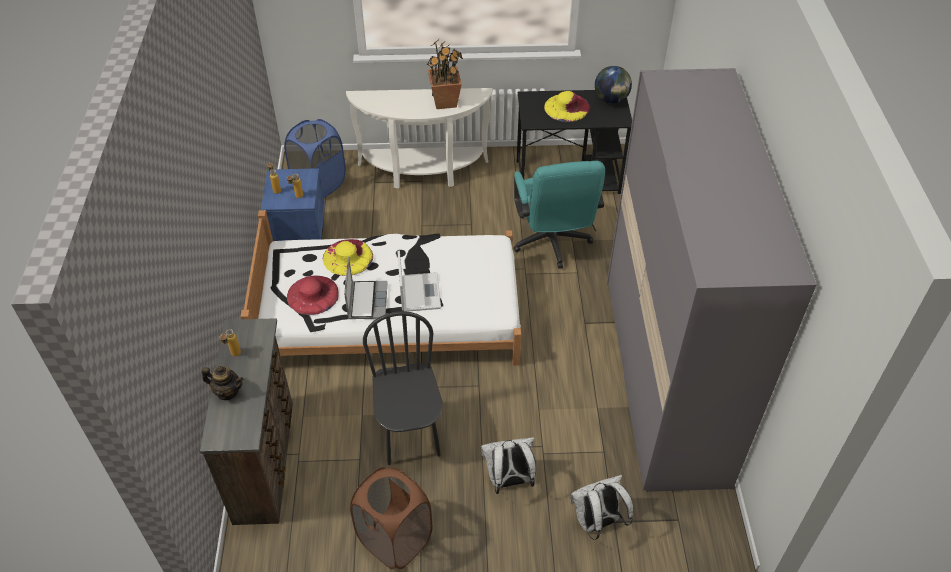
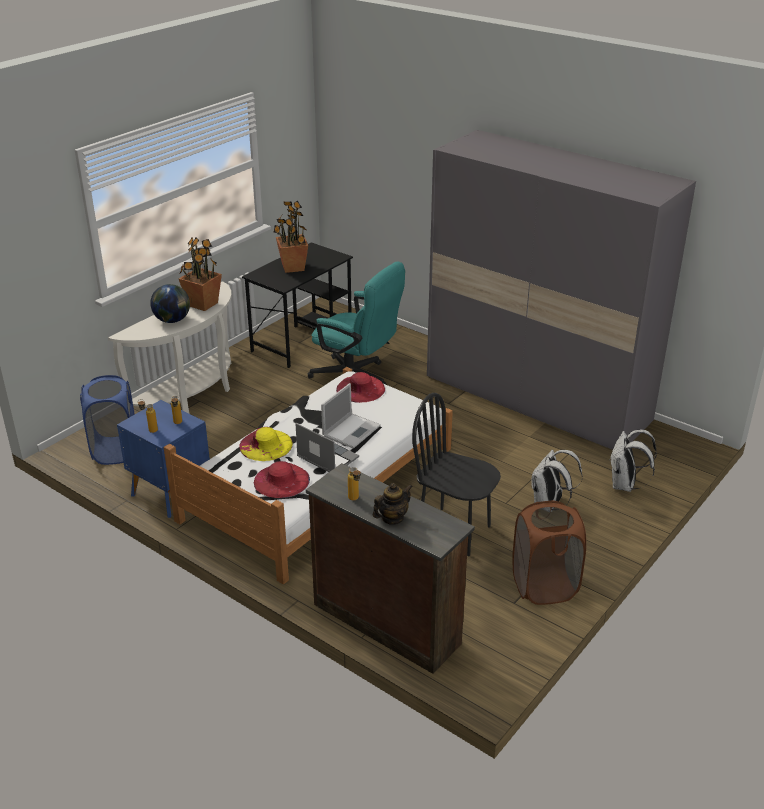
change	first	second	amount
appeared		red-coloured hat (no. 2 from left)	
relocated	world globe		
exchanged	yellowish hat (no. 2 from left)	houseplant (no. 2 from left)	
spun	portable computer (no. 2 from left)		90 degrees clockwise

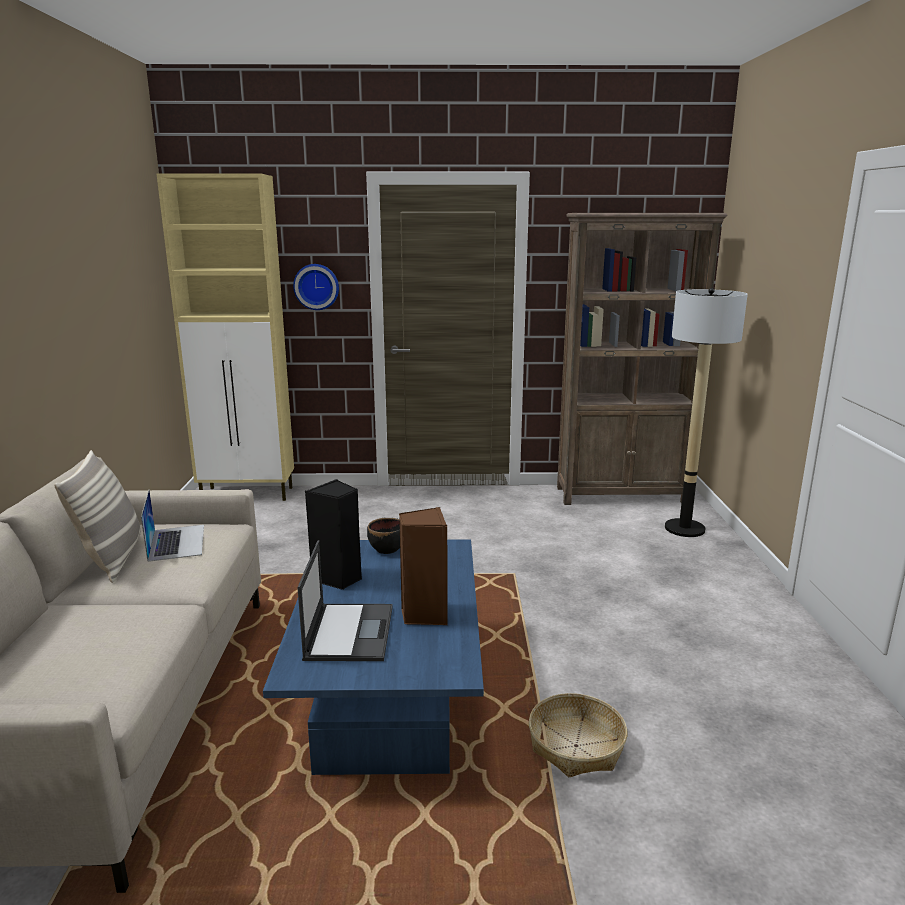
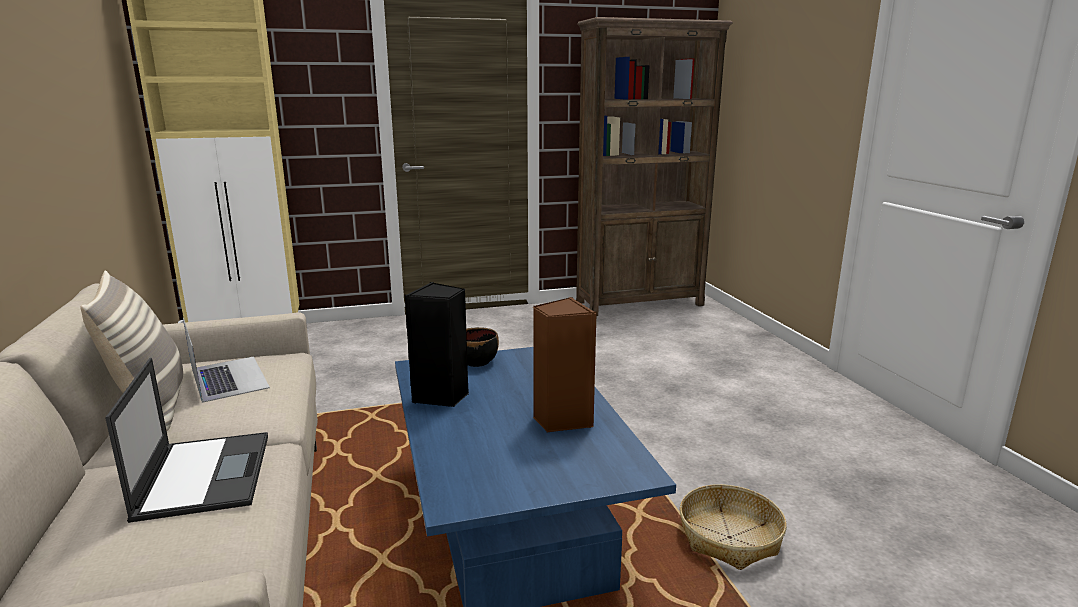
change	first	second	amount
missing	clock on the wall		
missing	standing lamp		
relocated	portable computer (no. 2 from left in the first image)	portable computer (no. 1 from left)	

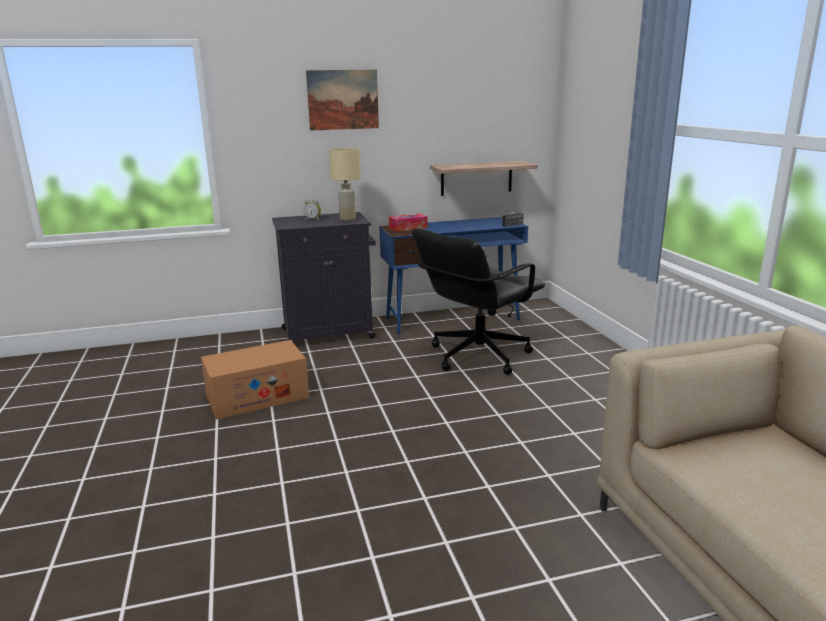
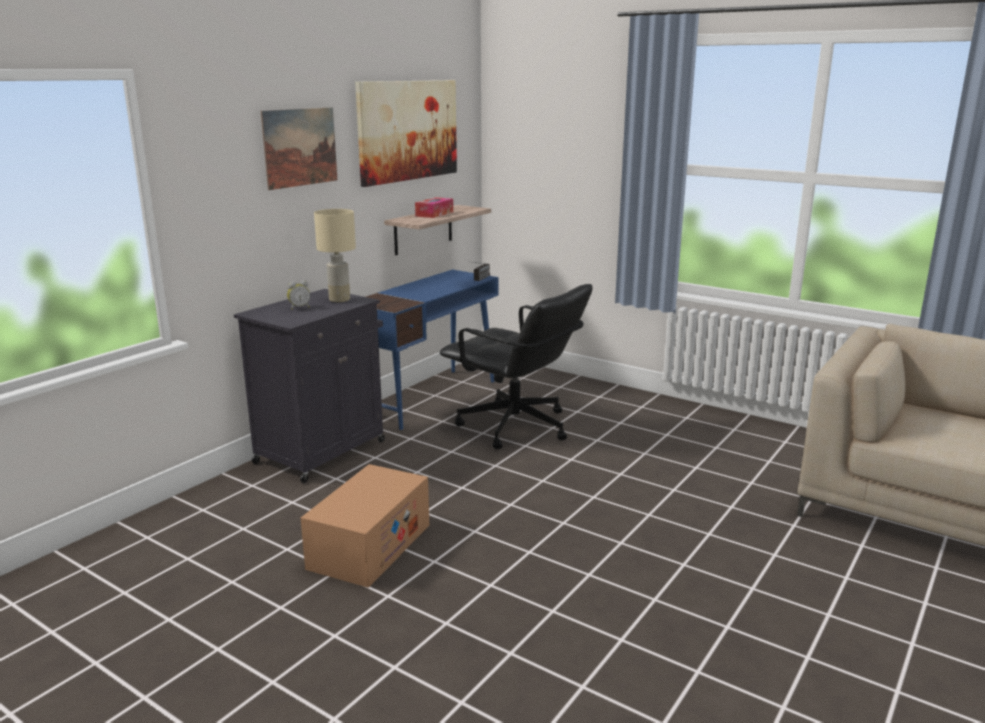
change	first	second	amount
appeared		wall picture (no. 2 from left)	
relocated	tissue box		
spun	blackish computer chair		60 degrees counterclockwise

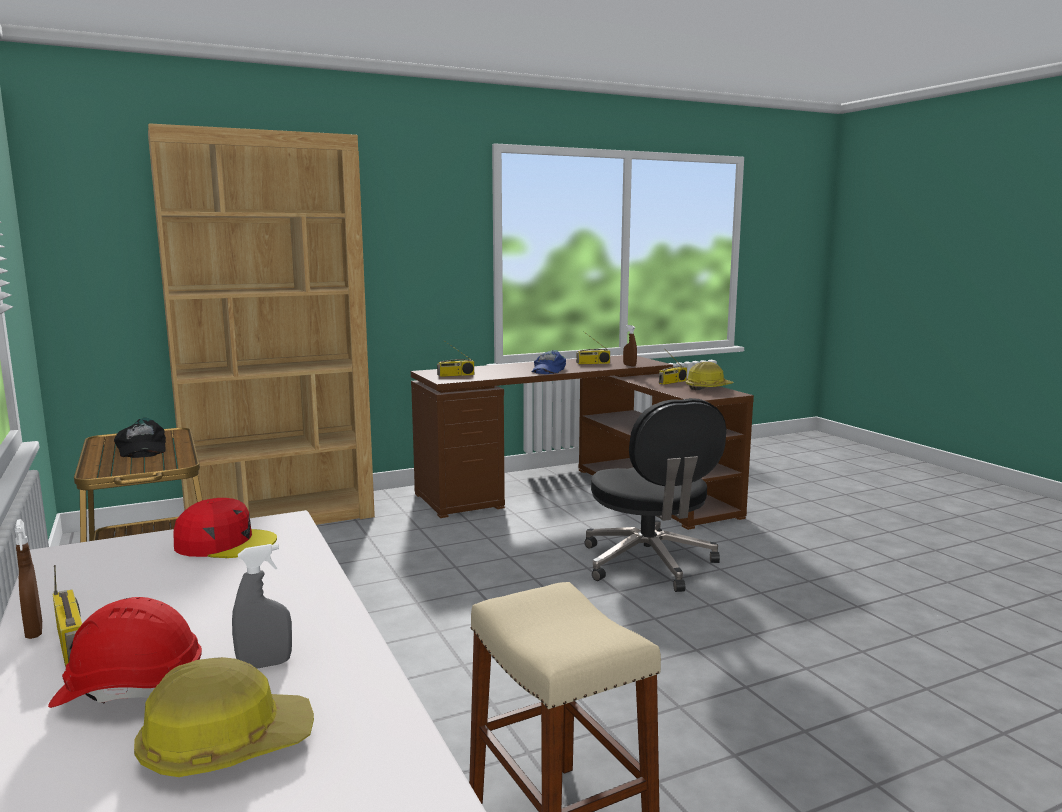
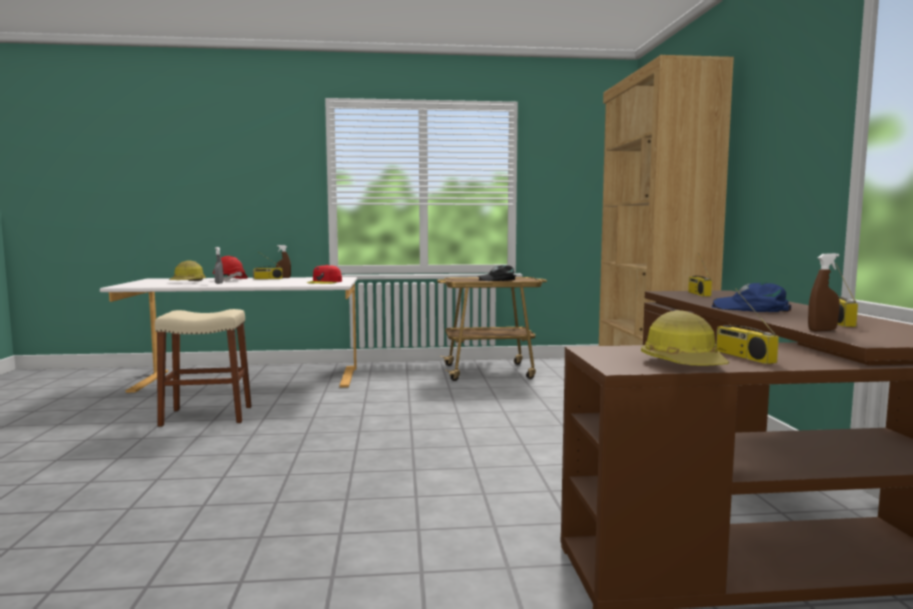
change	first	second	amount
missing	blackish computer chair		

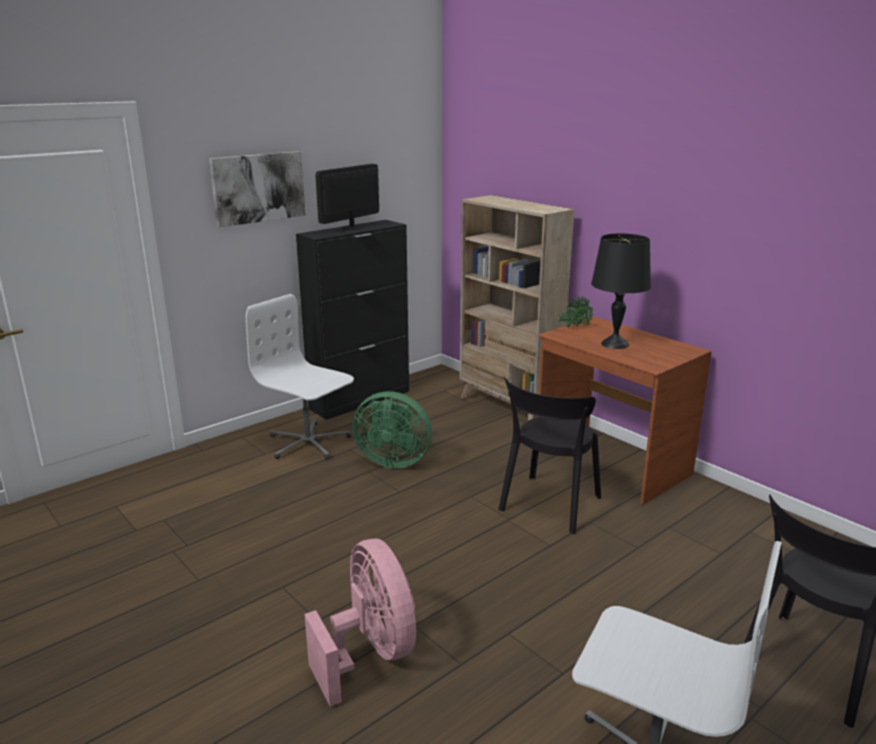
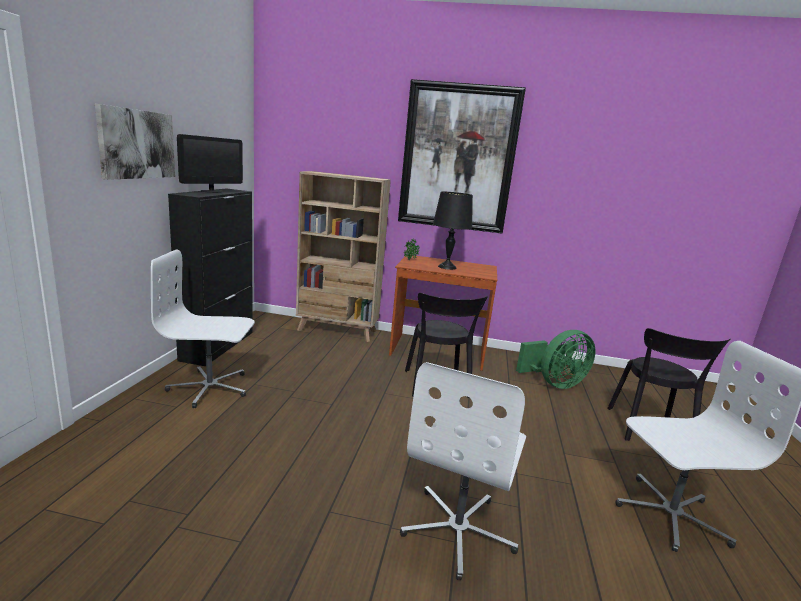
change	first	second	amount
appeared		wall picture (no. 2 from left)	
relocated	greenish electric fan		
exchanged	pink-coloured electric fan	white computer chair (no. 2 from left)	
spun	computer screen		150 degrees counterclockwise

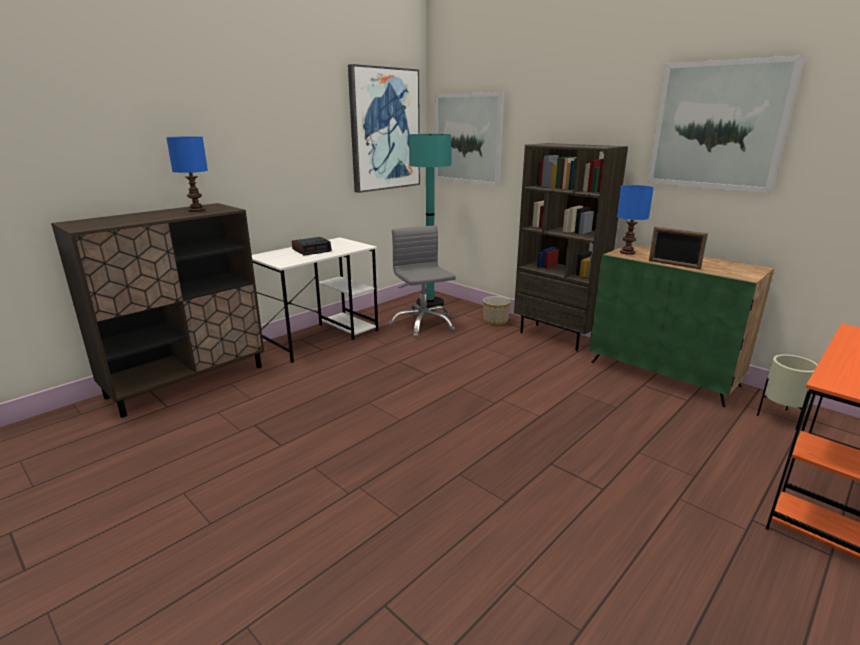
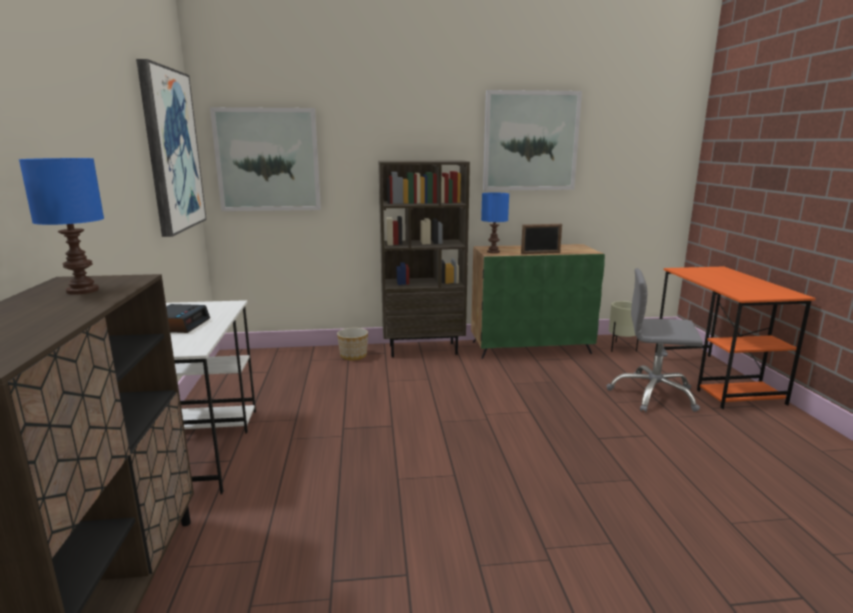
change	first	second	amount
missing	blue-green standing lamp		
relocated	gray computer chair		

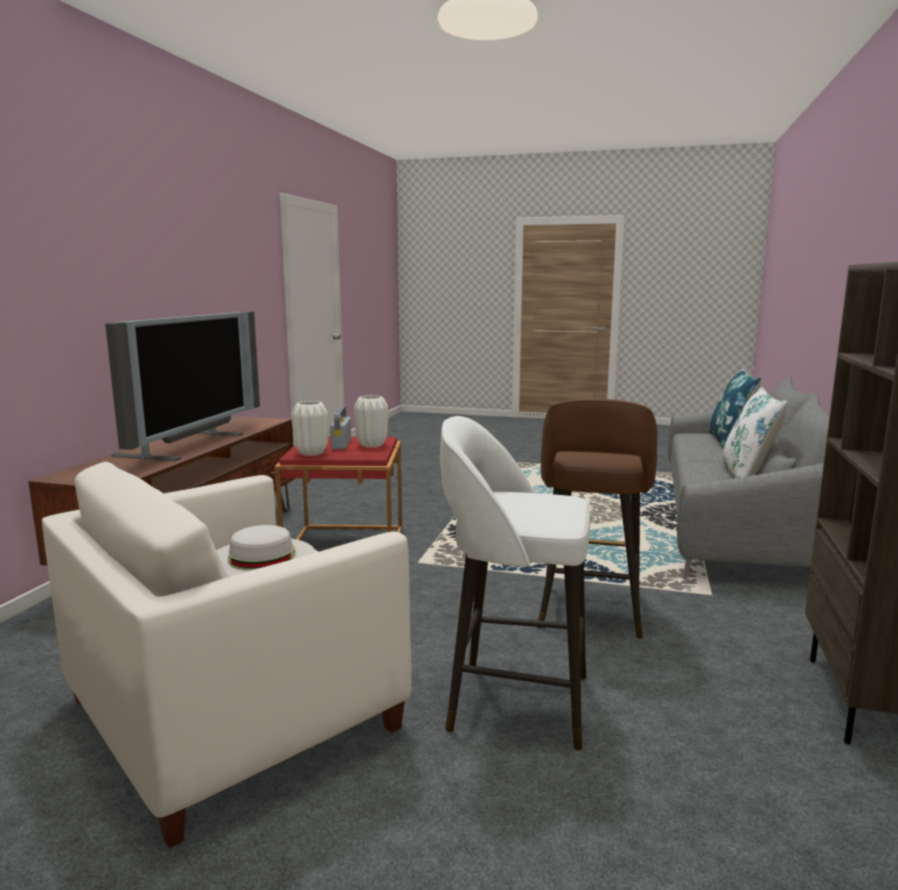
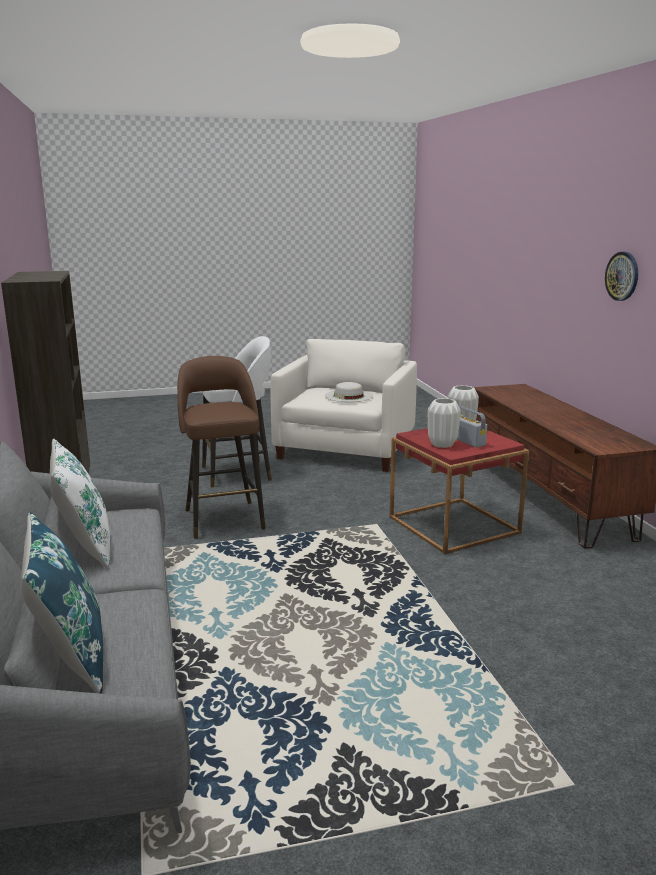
change	first	second	amount
missing	television		
appeared		clock on the wall	

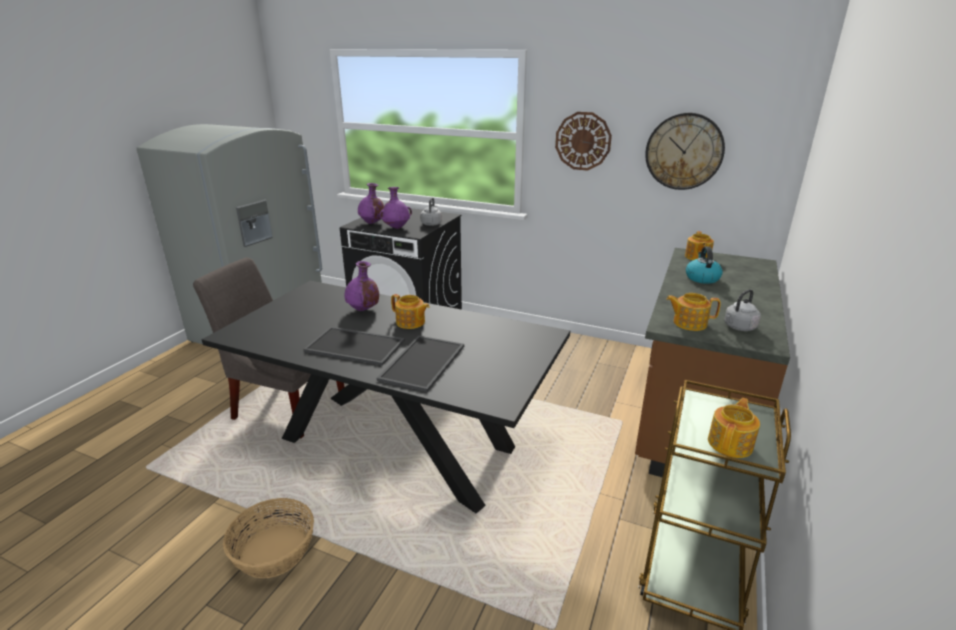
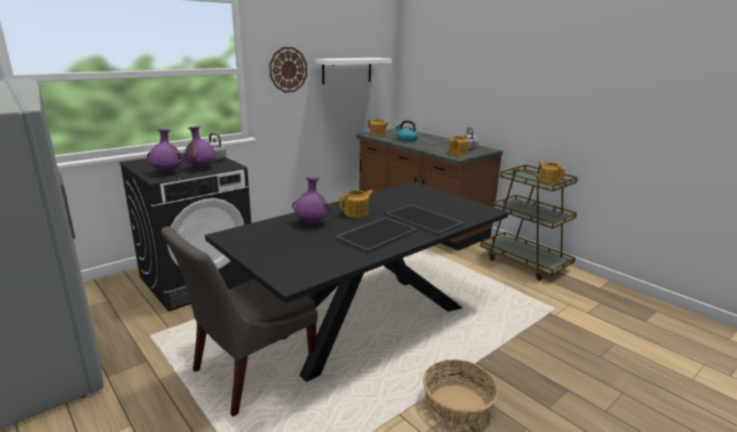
change	first	second	amount
exchanged	clock on the wall (no. 2 from left)	white bracket shelf	

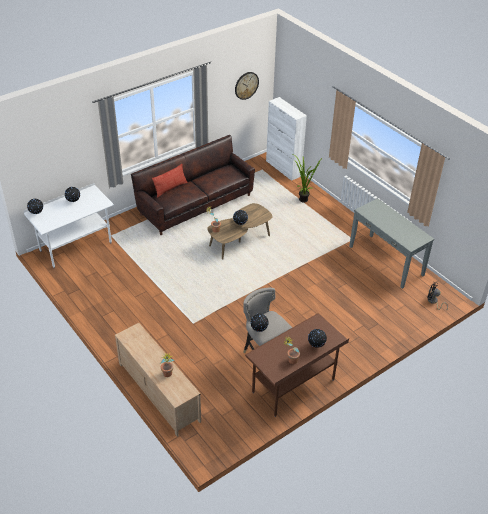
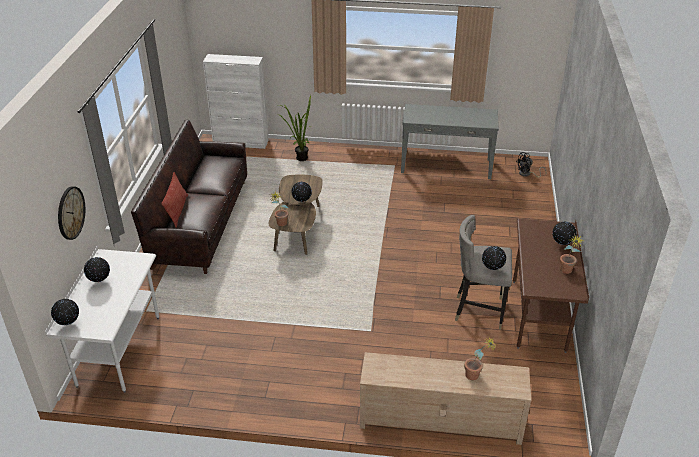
change	first	second	amount
relocated	clock on the wall		

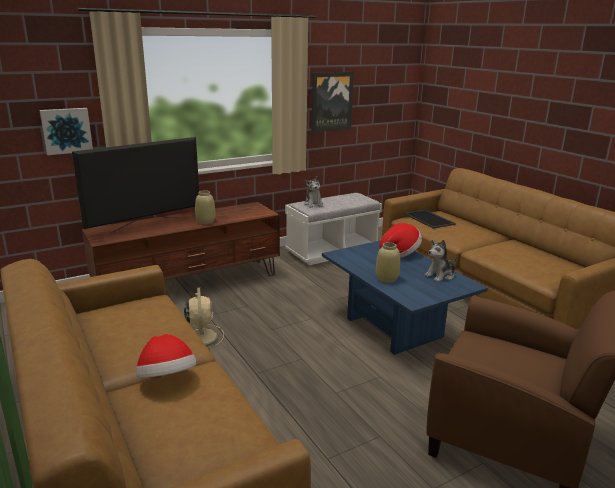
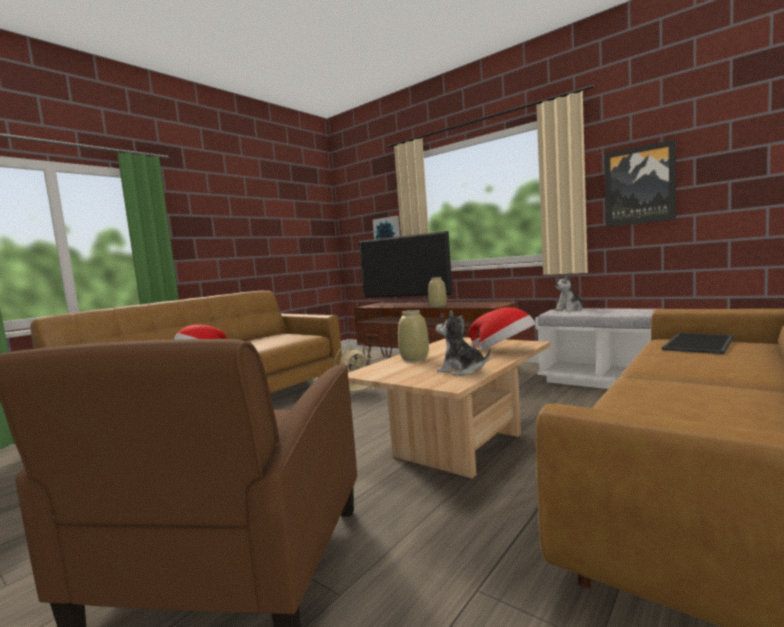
change	first	second	amount
colour	blue-coloured coffee table	beige coffee table	

